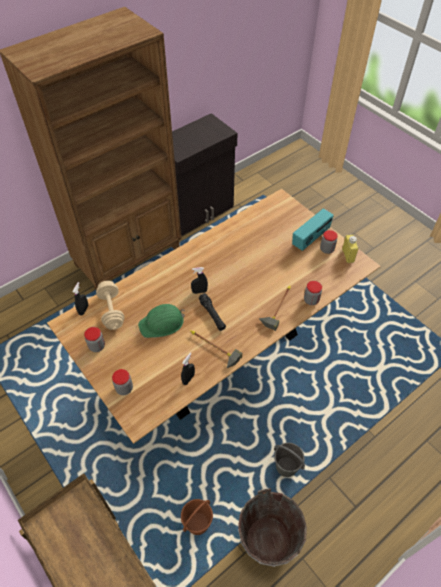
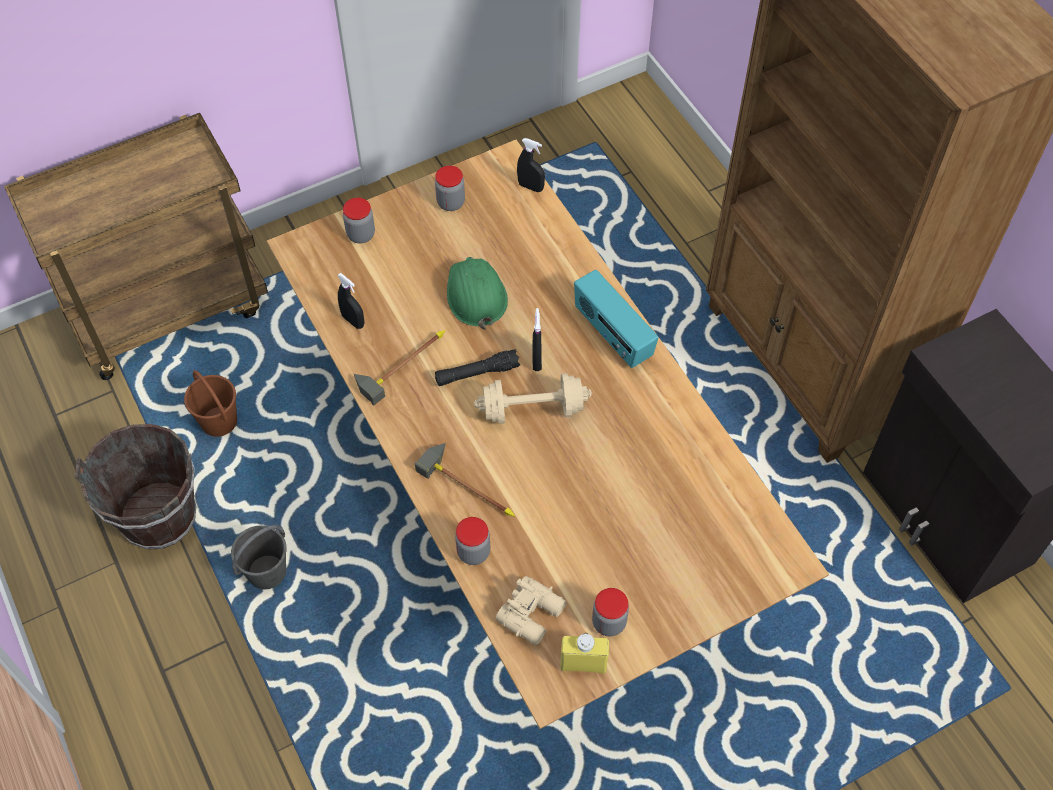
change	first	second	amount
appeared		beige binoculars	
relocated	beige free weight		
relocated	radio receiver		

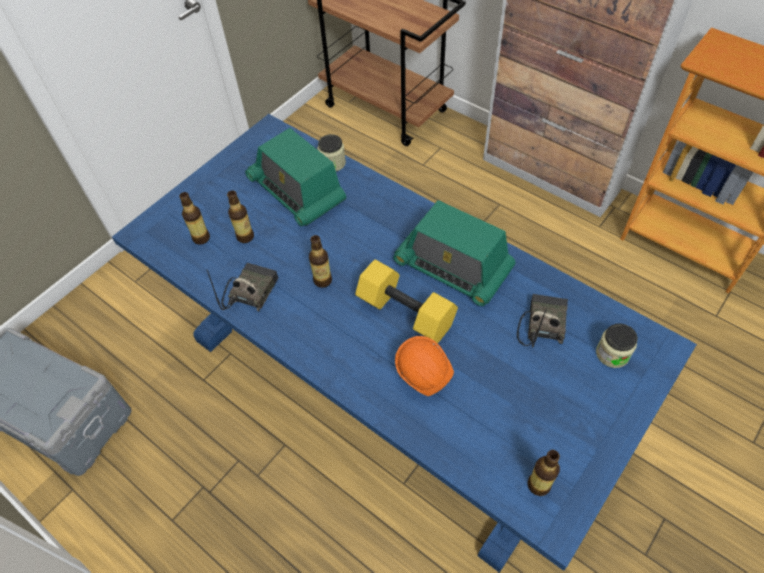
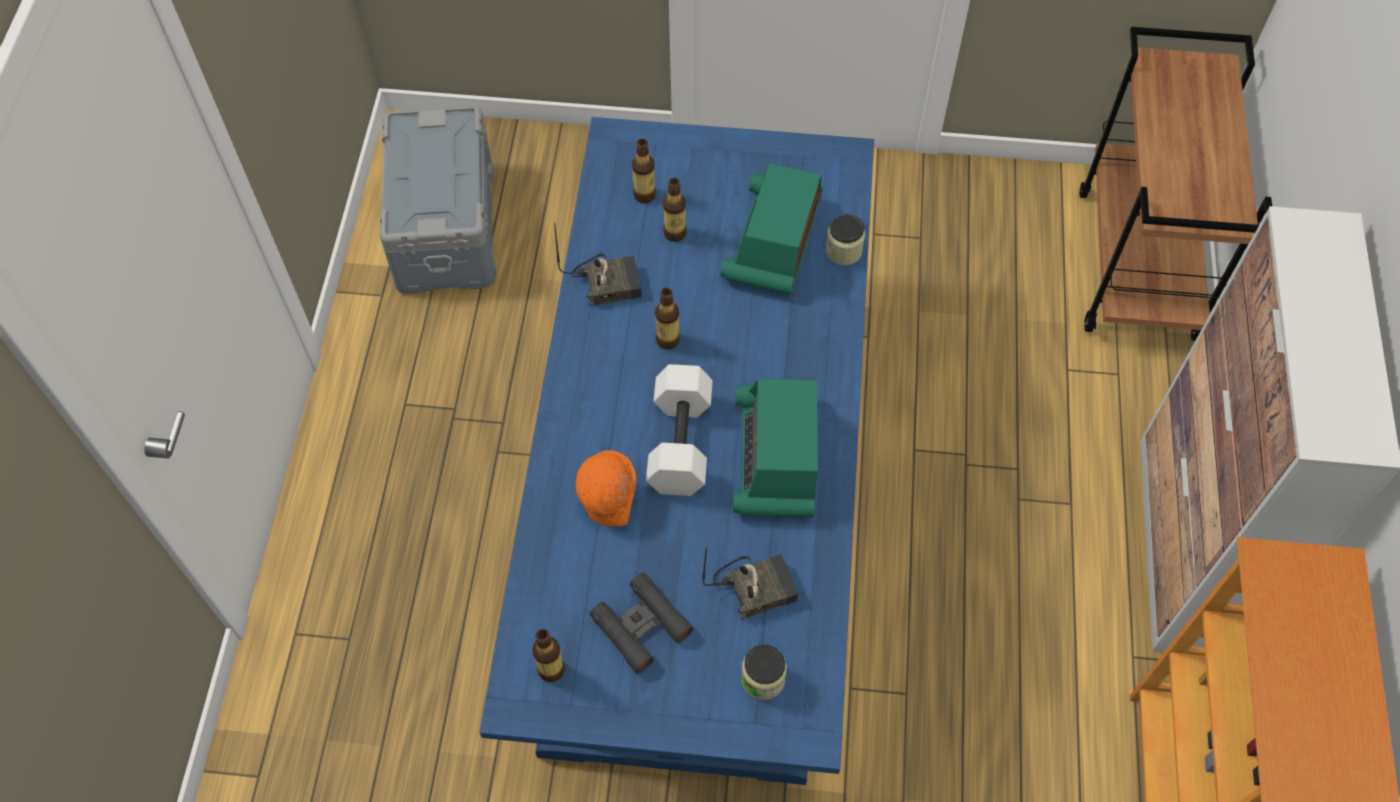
change	first	second	amount
appeared		blackish binoculars	
colour	yellowish free weight	white free weight	

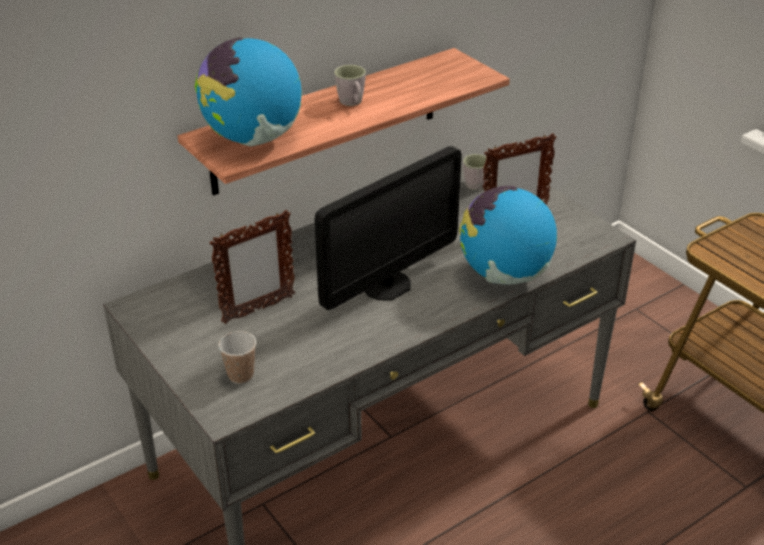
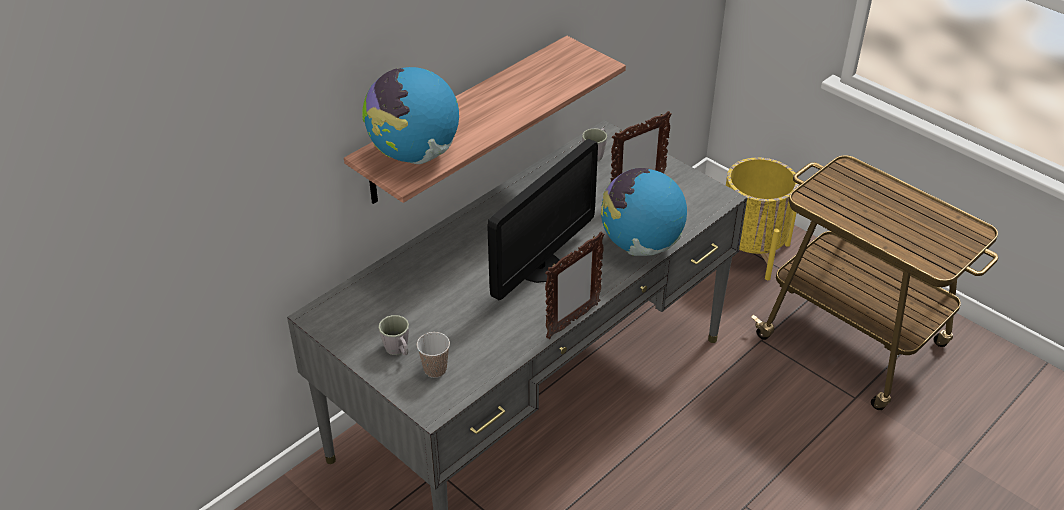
change	first	second	amount
appeared		yellowish flower pot	
relocated	standing frame (no. 1 from left)		
relocated	gray mug (no. 1 from left)		

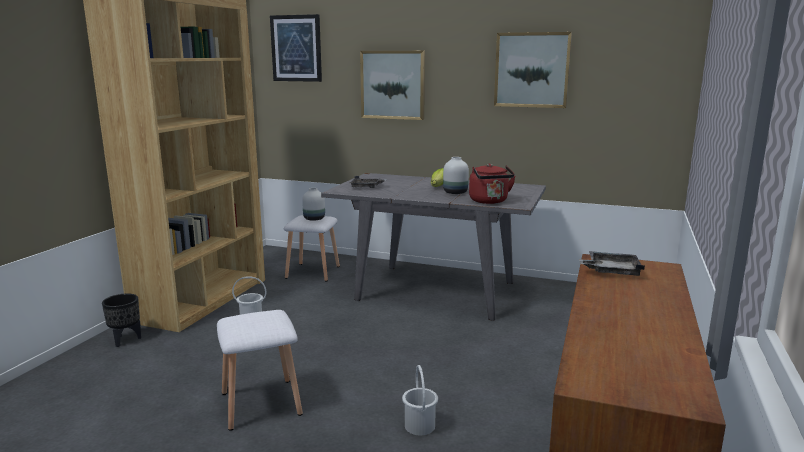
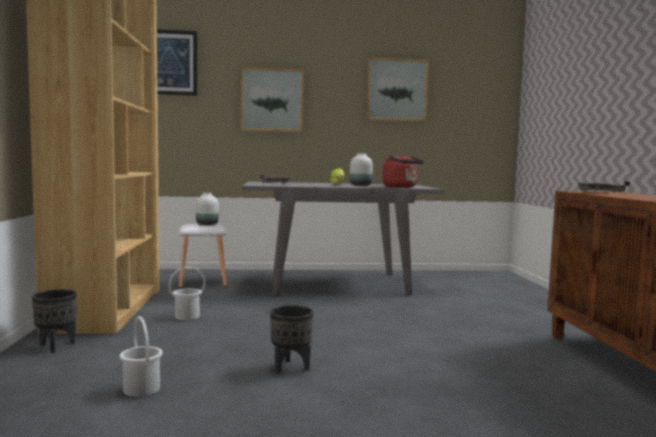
change	first	second	amount
relocated	white pail (no. 2 from left in the first image)	white pail (no. 1 from left)	
exchanged	white stool seat (no. 1 from left)	blackish flower pot (no. 2 from left)	

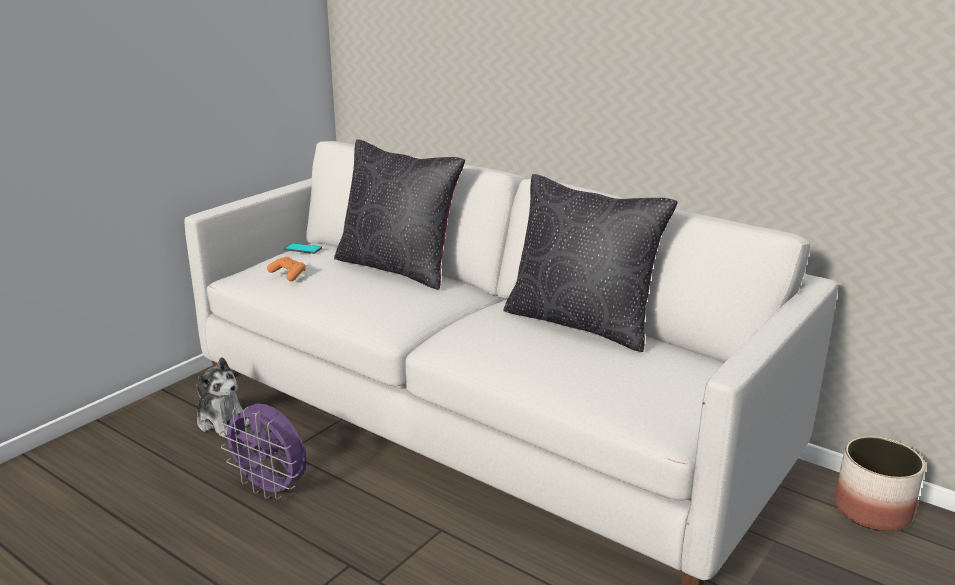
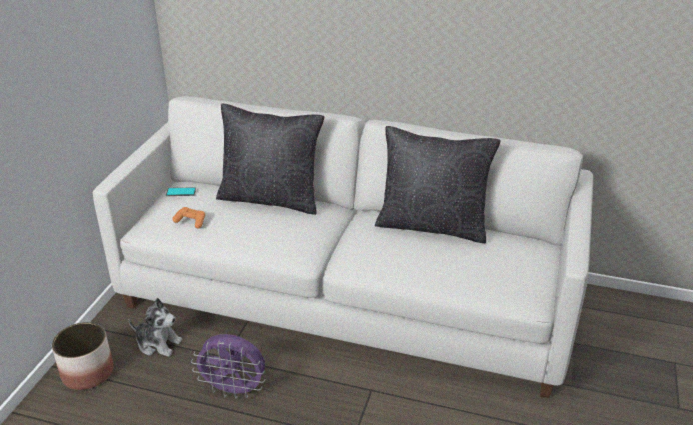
change	first	second	amount
relocated	flower pot		

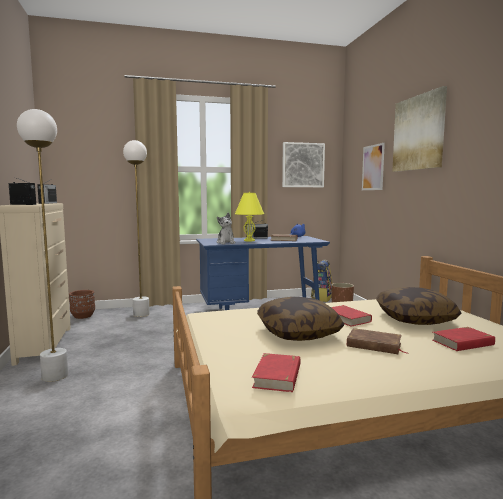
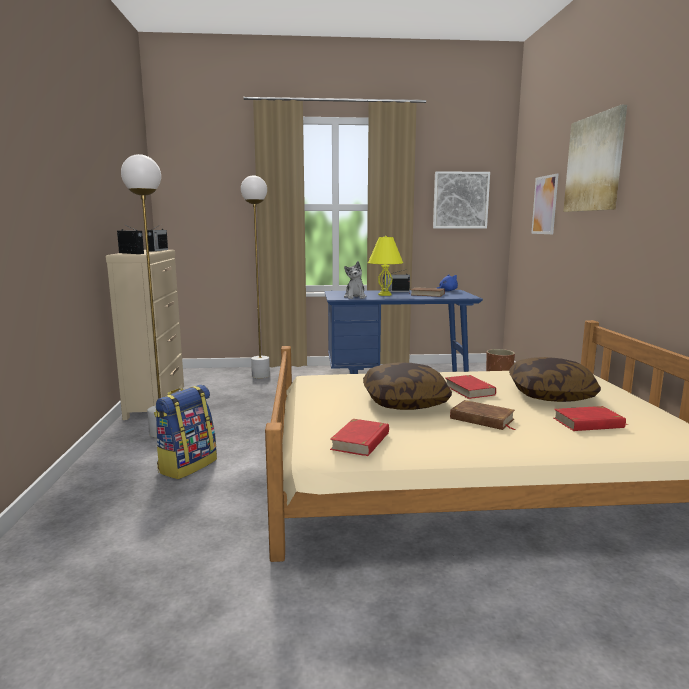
change	first	second	amount
missing	brown flower pot (no. 1 from left)		
relocated	knapsack		

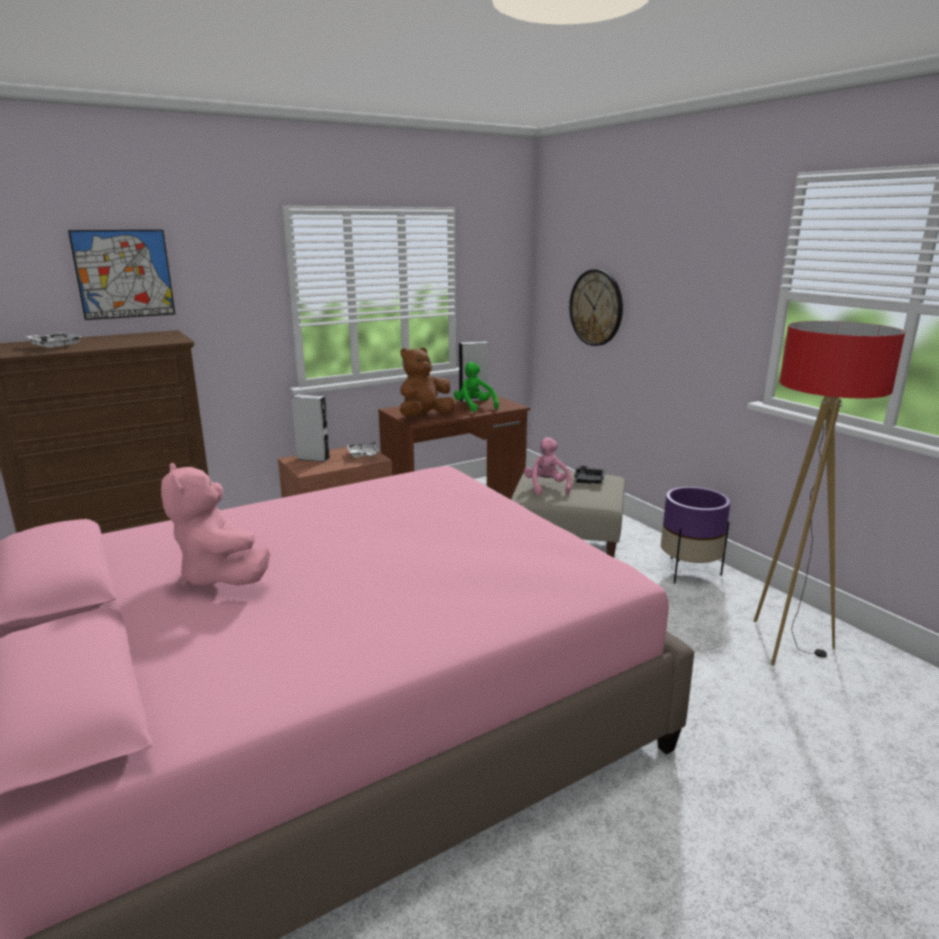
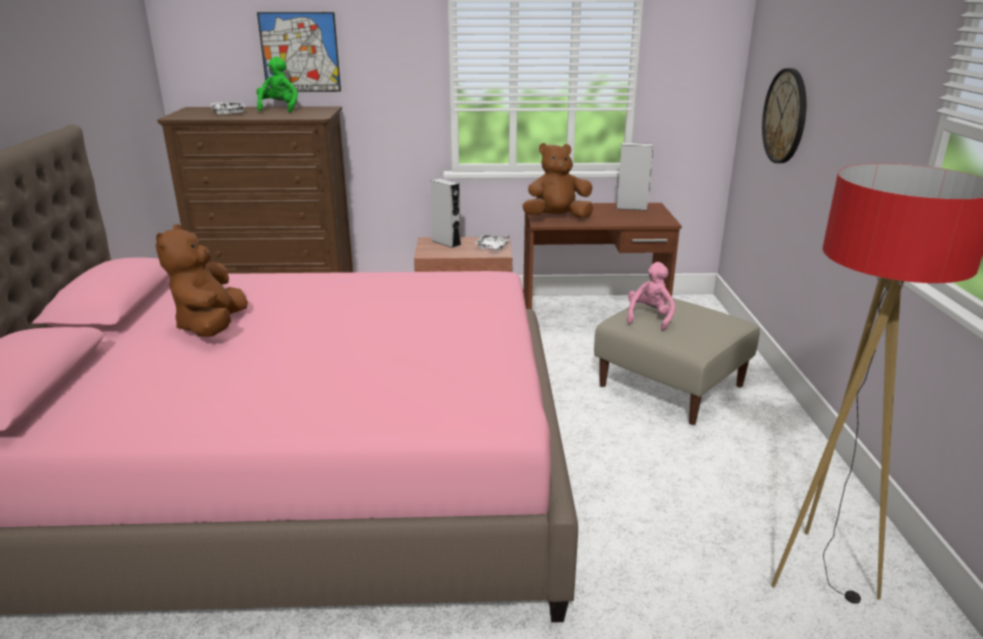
change	first	second	amount
missing	blackish serving tray		
missing	purple-coloured flower pot		
relocated	greenish cuddly toy		
colour	pink-coloured cuddly toy (no. 1 from left)	brown cuddly toy (no. 1 from left)	

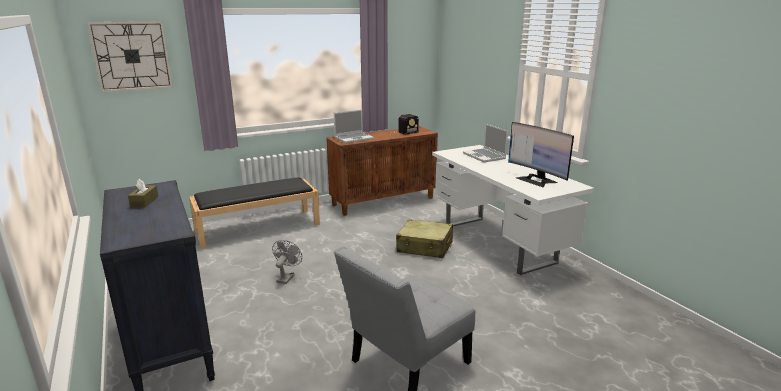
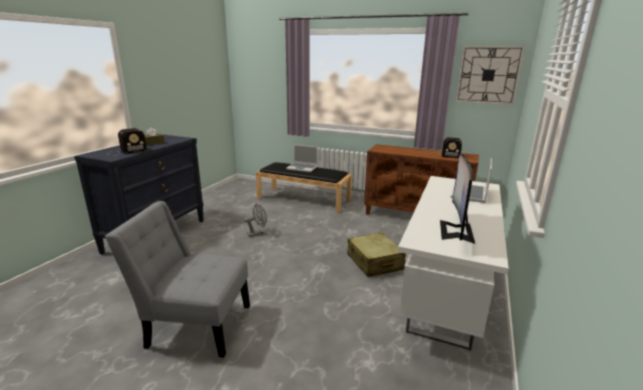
change	first	second	amount
appeared		radio receiver (no. 1 from left)	
relocated	clock on the wall		
relocated	portable computer (no. 1 from left)		

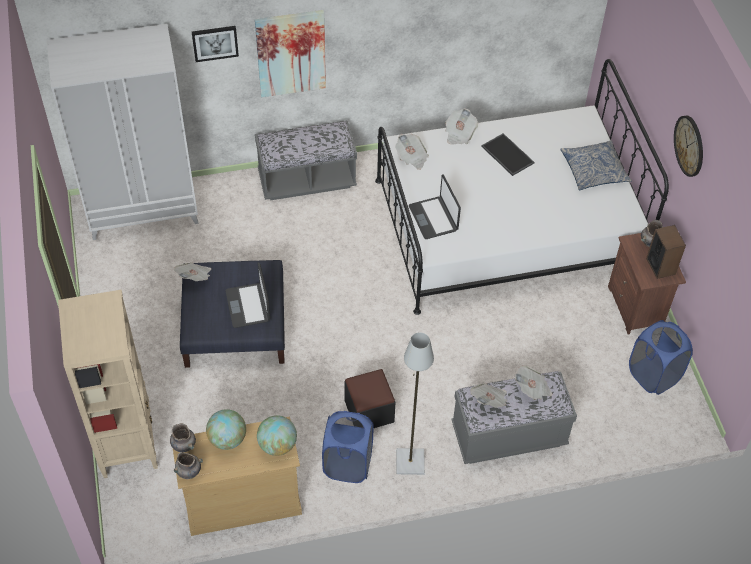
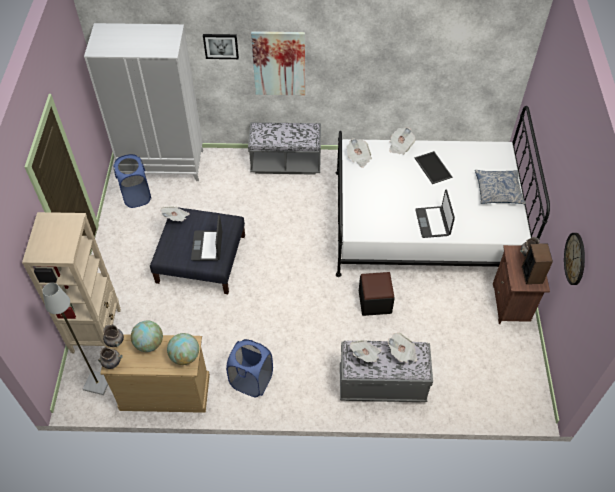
change	first	second	amount
relocated	blackish pouffe		
relocated	gray standing lamp		
relocated	portable computer (no. 2 from left)		
relocated	blue-coloured laundry basket (no. 2 from left in the first image)	blue-coloured laundry basket (no. 1 from left)	
relocated	clock on the wall		

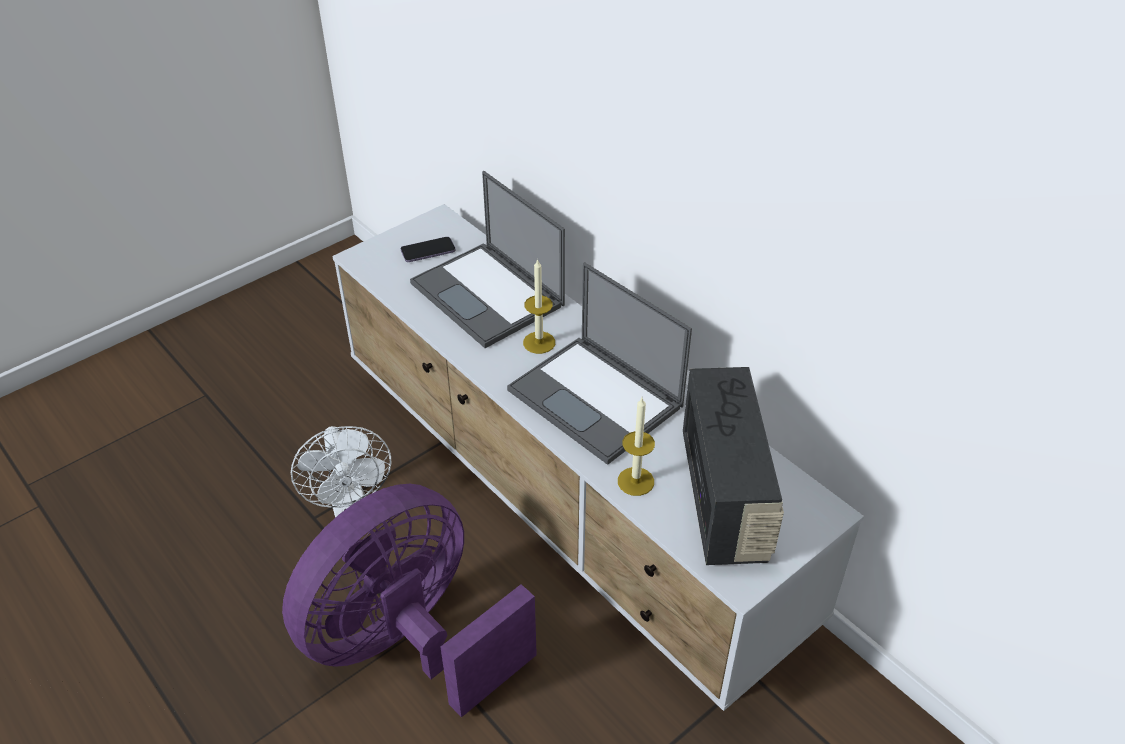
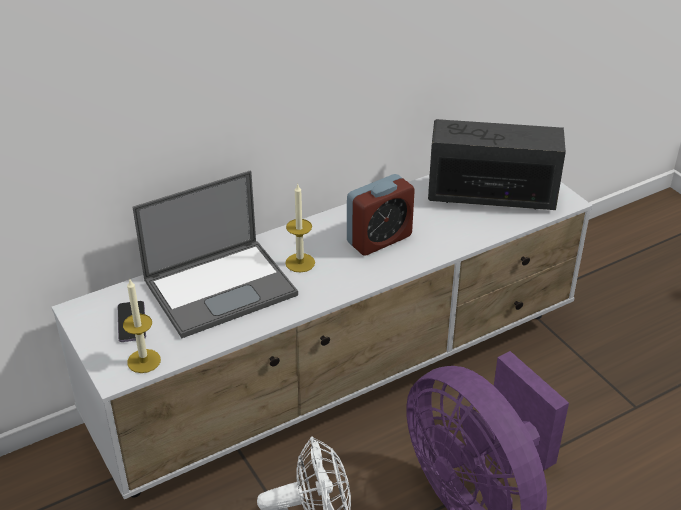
change	first	second	amount
relocated	wax light (no. 2 from left in the first image)	wax light (no. 1 from left)	
exchanged	portable computer (no. 2 from left)	alarm clock	

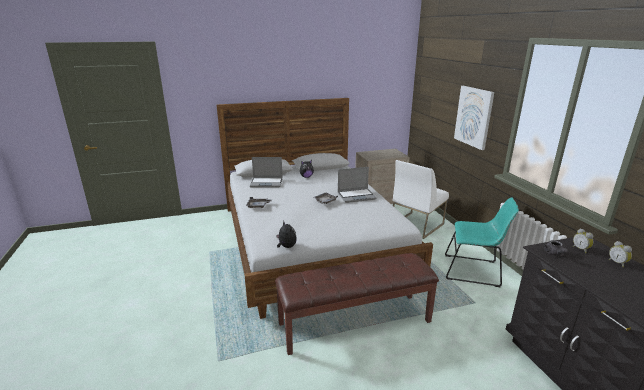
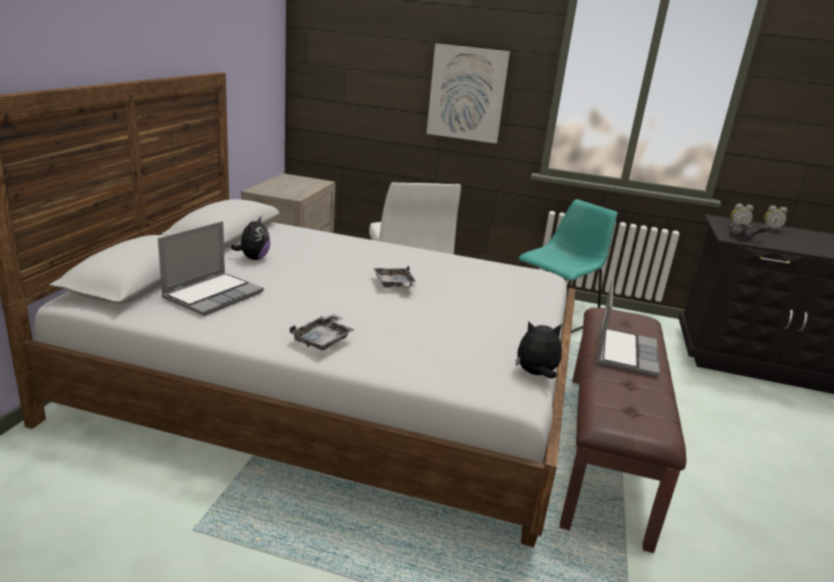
change	first	second	amount
relocated	portable computer (no. 2 from left)		

